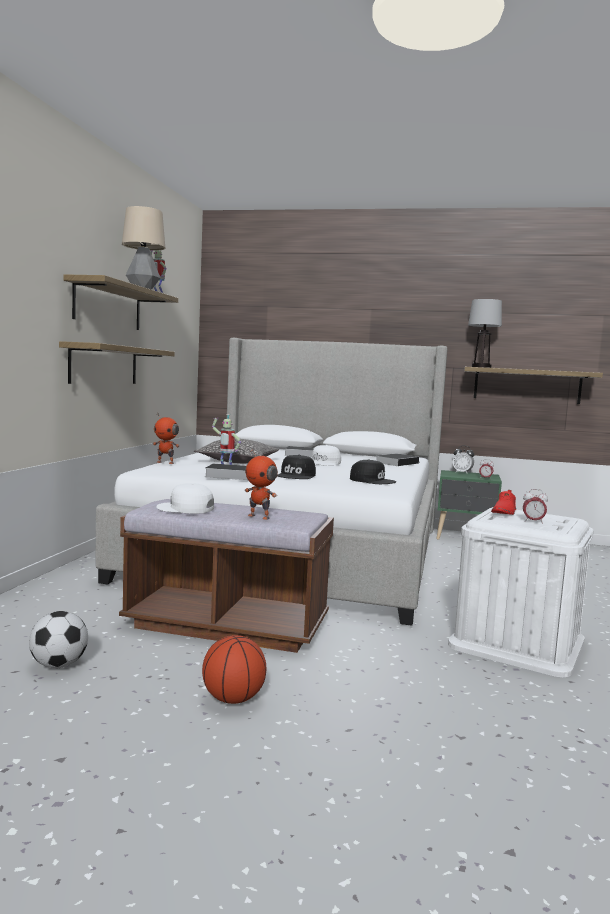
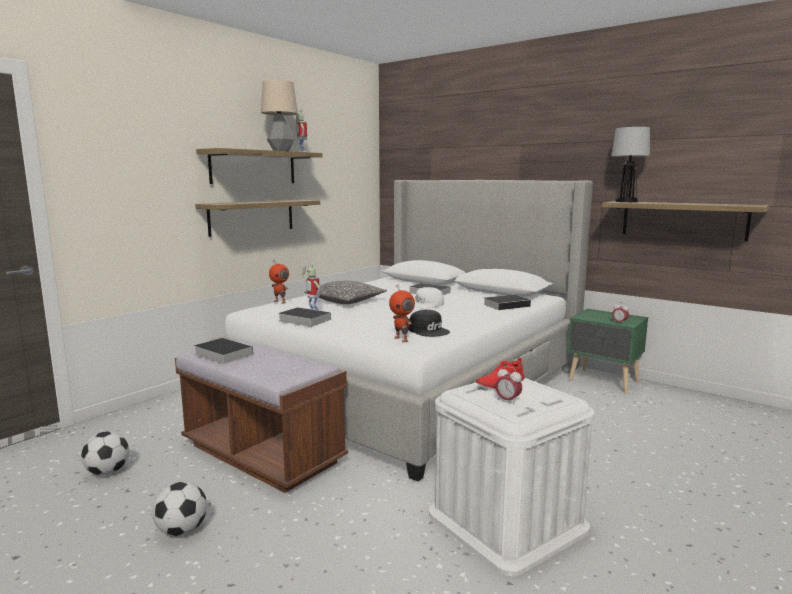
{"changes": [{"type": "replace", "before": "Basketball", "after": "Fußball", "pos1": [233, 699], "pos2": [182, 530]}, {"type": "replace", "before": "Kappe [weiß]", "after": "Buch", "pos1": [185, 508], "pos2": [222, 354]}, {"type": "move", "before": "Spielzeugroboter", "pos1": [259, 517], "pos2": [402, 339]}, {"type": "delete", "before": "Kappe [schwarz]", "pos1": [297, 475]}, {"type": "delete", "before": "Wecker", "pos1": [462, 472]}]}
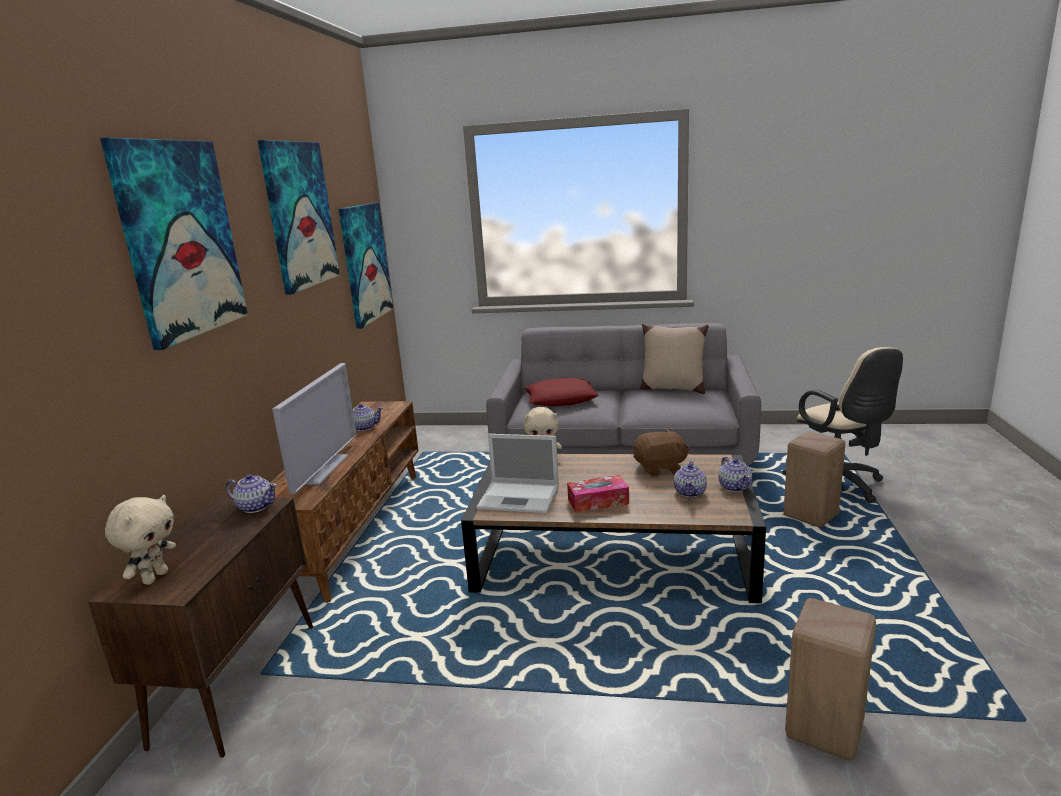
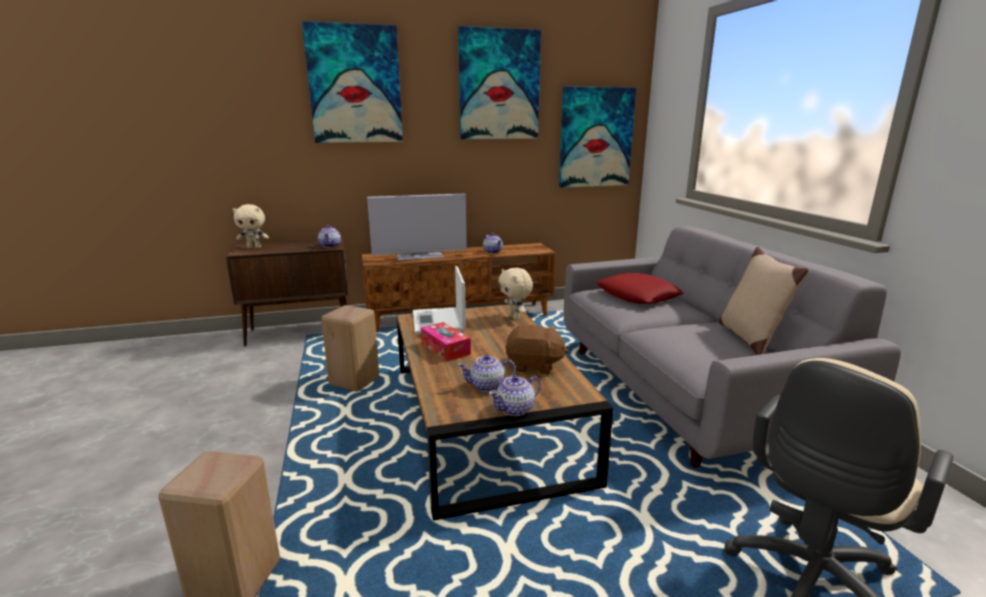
{"changes": [{"type": "move", "before": "Hocker [beige]", "pos1": [810, 514], "pos2": [356, 381]}, {"type": "rotate", "before": "Plüschtier [braun]", "pos1": [660, 468], "pos2": [534, 366], "turn": -45}]}
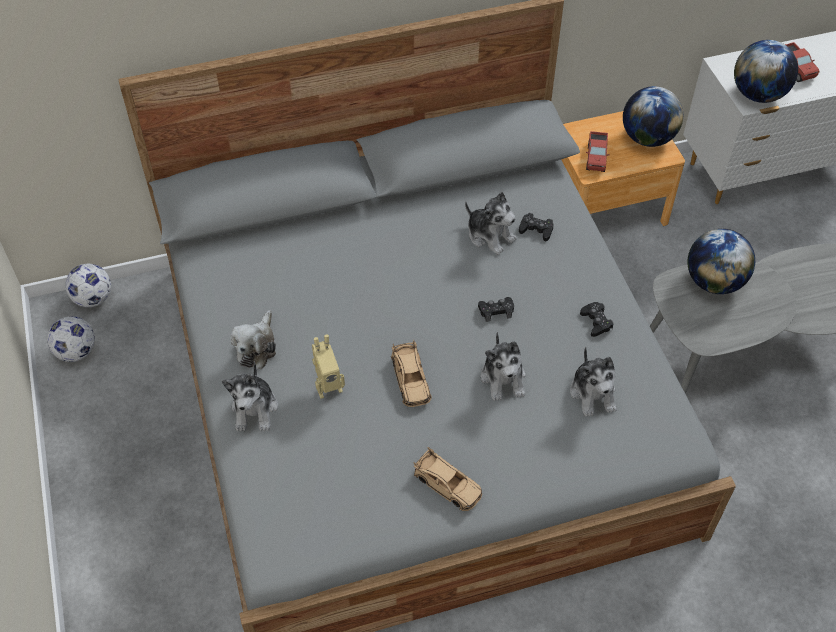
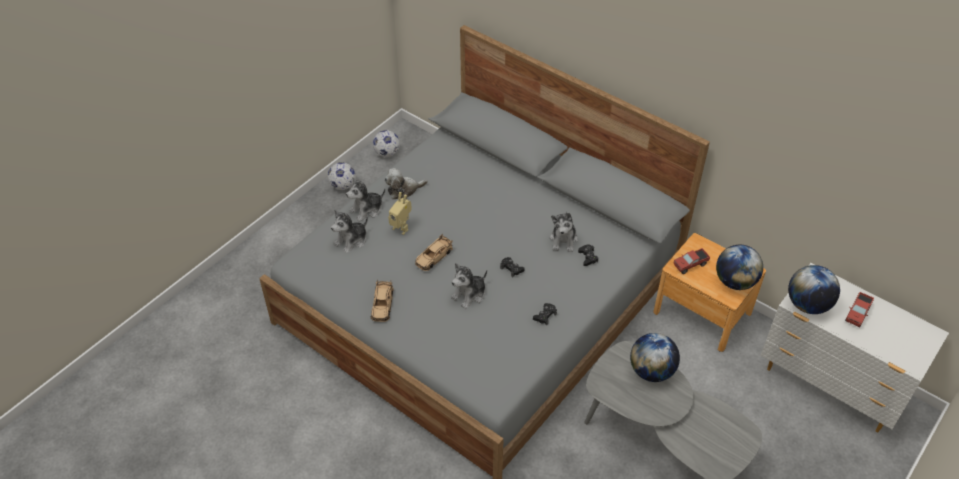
{"changes": [{"type": "move", "before": "Fußball", "pos1": [93, 298], "pos2": [343, 186]}, {"type": "move", "before": "Plüschtier", "pos1": [593, 393], "pos2": [351, 241]}]}
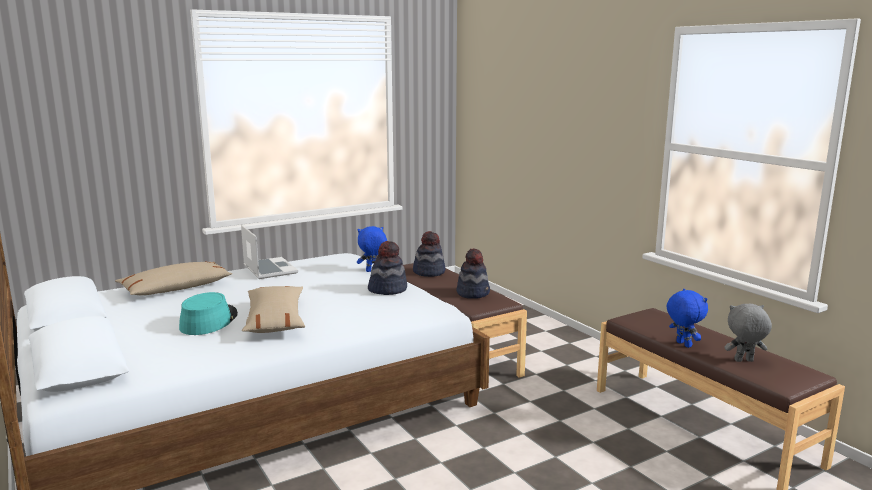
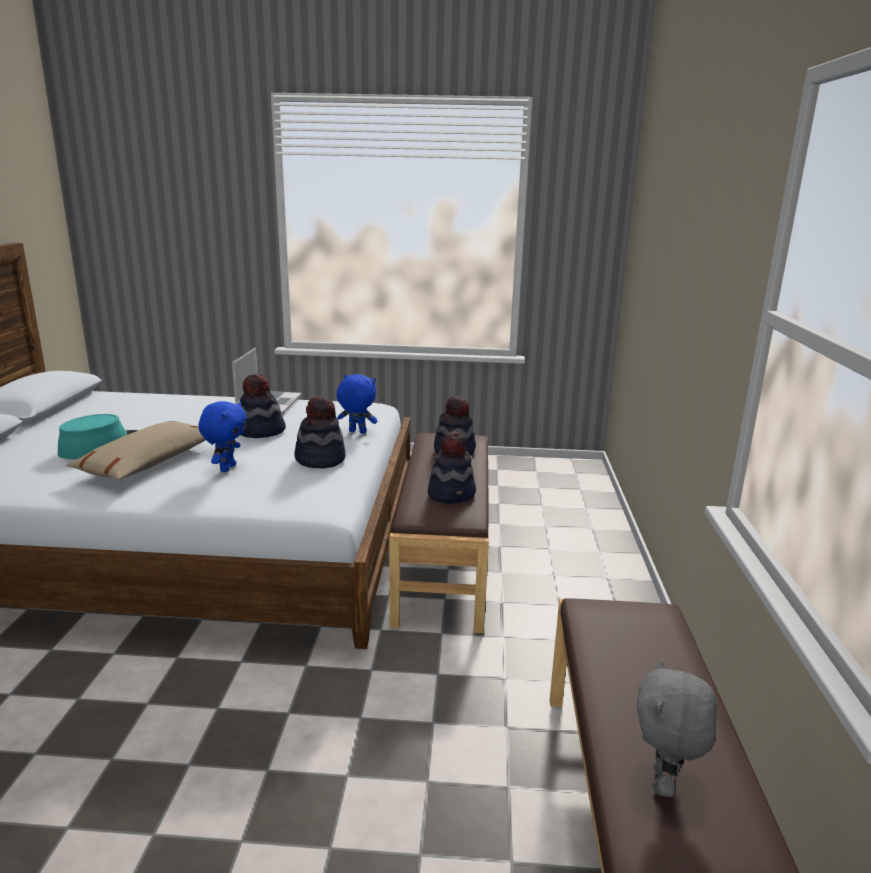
{"changes": [{"type": "move", "before": "Plüschtier [blau]", "pos1": [682, 344], "pos2": [227, 468]}, {"type": "insert", "after": "Hut", "pos2": [261, 432]}, {"type": "rotate", "before": "Plüschtier [grau]", "pos1": [744, 361], "pos2": [664, 783], "turn": -105}, {"type": "delete", "before": "Kissen [beige]", "pos1": [176, 288]}]}
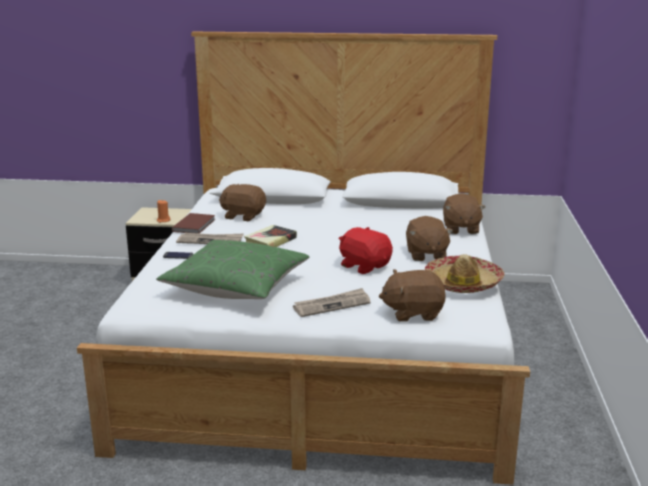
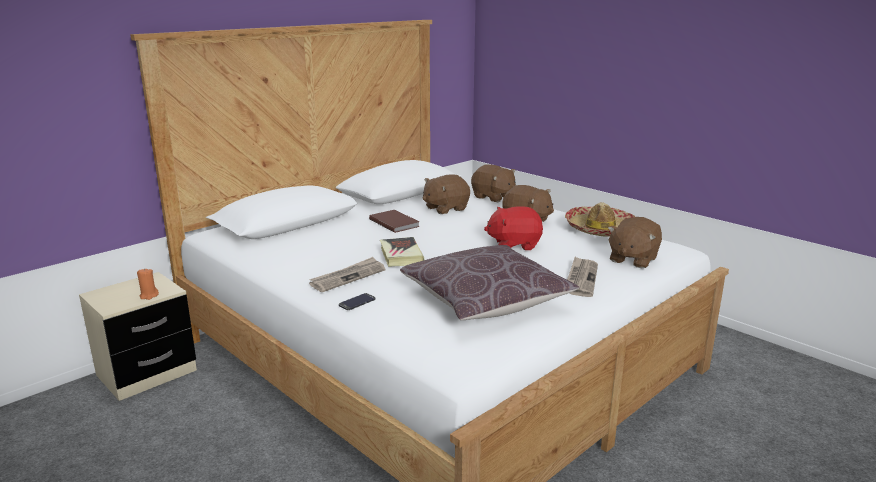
{"changes": [{"type": "move", "before": "Buch [braun]", "pos1": [195, 225], "pos2": [394, 223]}, {"type": "recolor", "before": "Kissen [grün]", "after": "Kissen [braun]", "pos1": [236, 286], "pos2": [486, 300]}, {"type": "move", "before": "Plüschtier [braun]", "pos1": [243, 216], "pos2": [445, 208]}]}
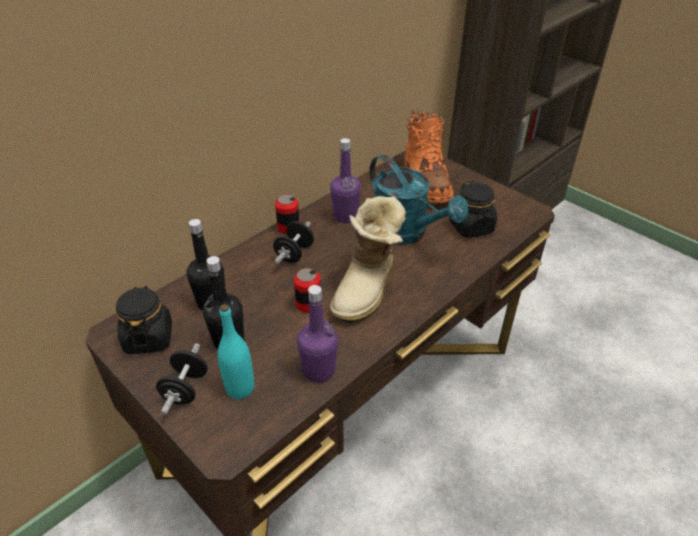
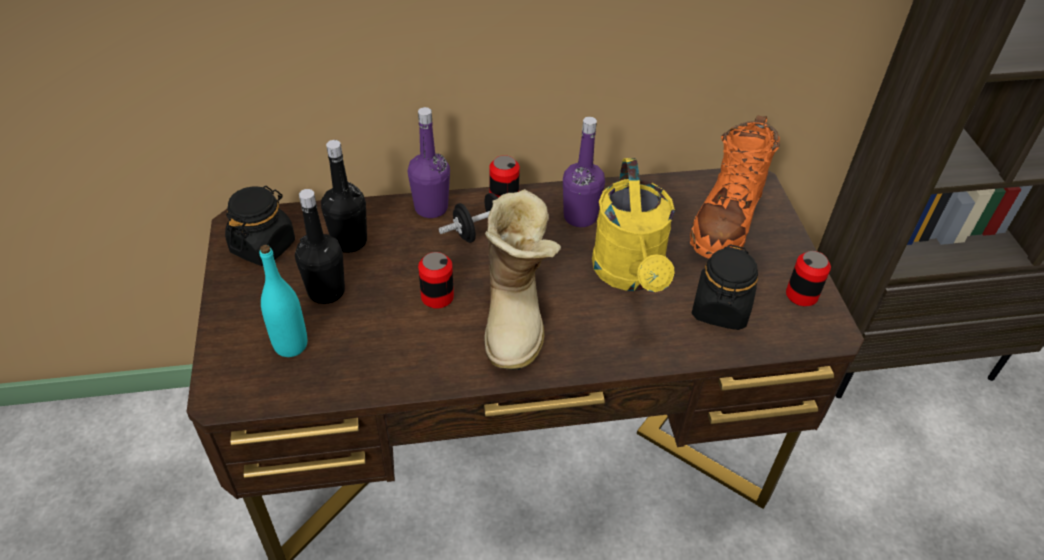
{"changes": [{"type": "move", "before": "Flasche [lila]", "pos1": [319, 371], "pos2": [431, 208]}, {"type": "rotate", "before": "Stiefel", "pos1": [368, 288], "pos2": [517, 315], "turn": -60}, {"type": "recolor", "before": "Gießkanne [türkis]", "after": "Gießkanne [gelb]", "pos1": [407, 233], "pos2": [631, 275]}, {"type": "insert", "after": "Dose", "pos2": [801, 295]}, {"type": "delete", "before": "Hantel [schwarz]", "pos1": [186, 389]}]}
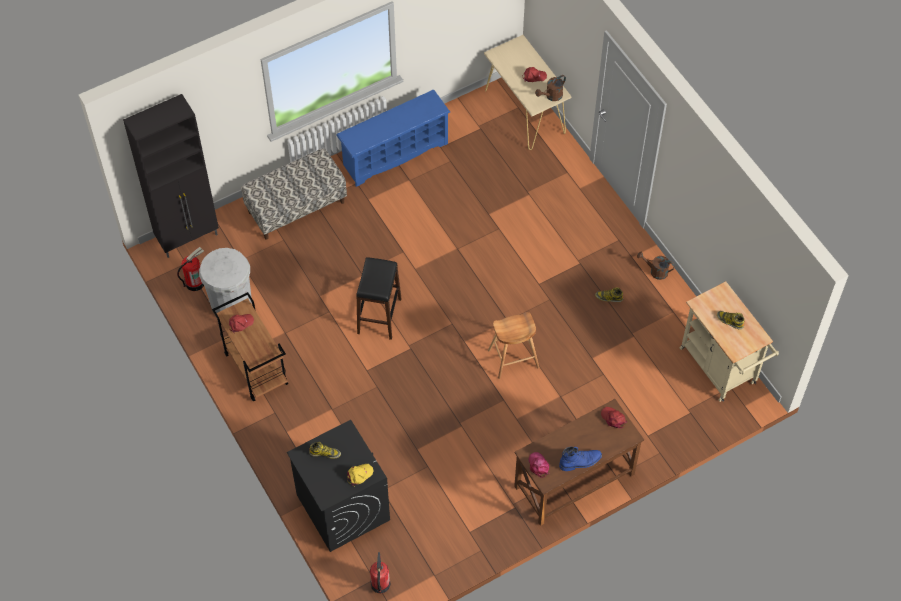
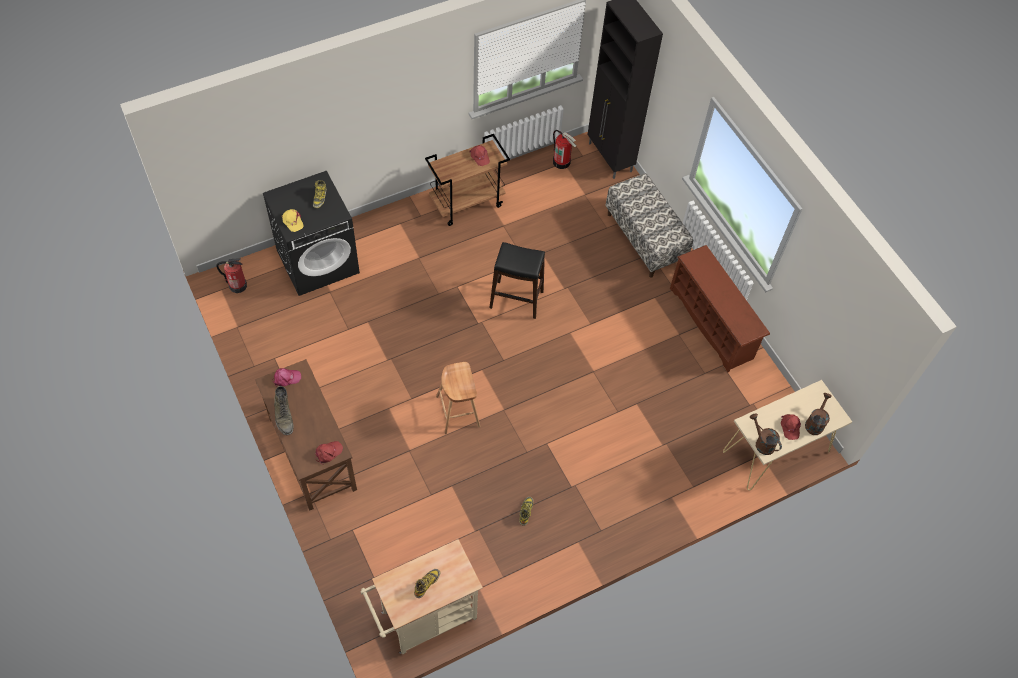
{"changes": [{"type": "recolor", "before": "Stiefel [blau]", "after": "Stiefel [grün]", "pos1": [580, 461], "pos2": [284, 416]}, {"type": "recolor", "before": "Schuhregal [blau]", "after": "Schuhregal [braun]", "pos1": [395, 153], "pos2": [712, 323]}, {"type": "move", "before": "Gießkanne [braun]", "pos1": [655, 271], "pos2": [815, 422]}, {"type": "delete", "before": "Mülleimer [weiß]", "pos1": [231, 303]}]}
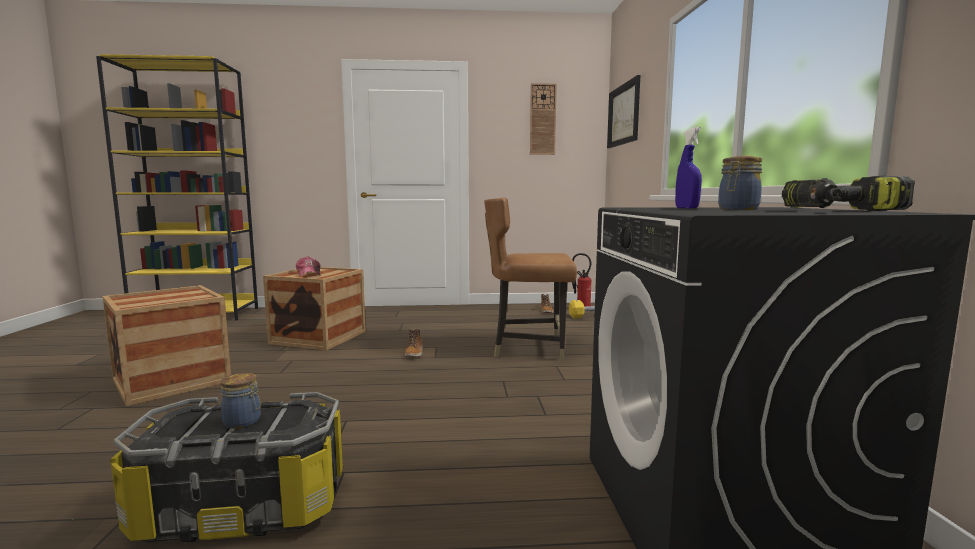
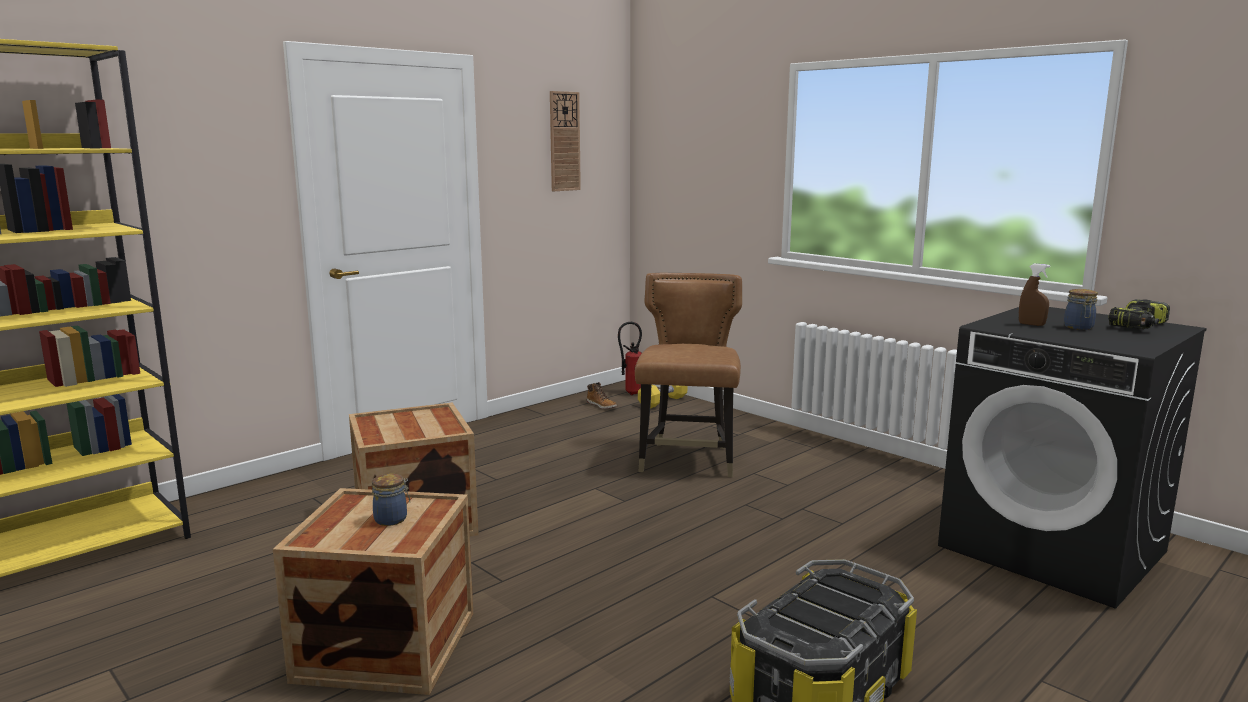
{"changes": [{"type": "move", "before": "Vorratsglas", "pos1": [243, 422], "pos2": [392, 519]}, {"type": "rotate", "before": "Stuhl [braun]", "pos1": [528, 348], "pos2": [688, 460], "turn": 135}, {"type": "recolor", "before": "Sprühflasche [blau]", "after": "Sprühflasche [braun]", "pos1": [686, 208], "pos2": [1031, 324]}, {"type": "delete", "before": "Kappe", "pos1": [309, 273]}, {"type": "delete", "before": "Stiefel", "pos1": [414, 353]}, {"type": "delete", "before": "Bild", "pos1": [623, 115]}]}
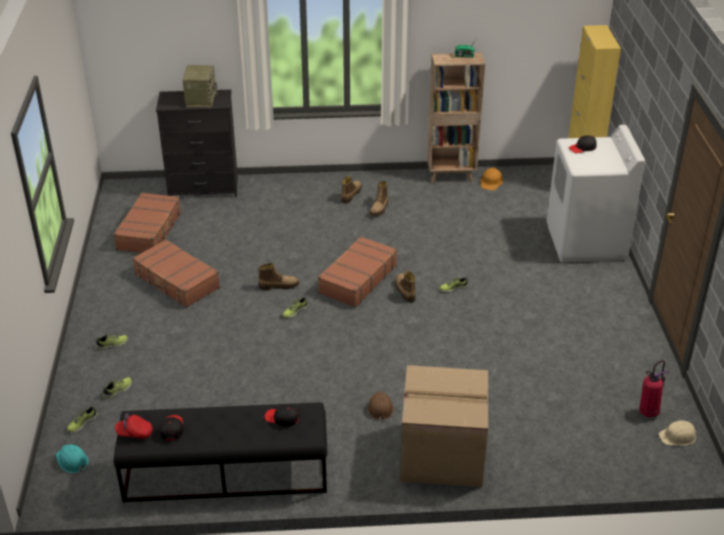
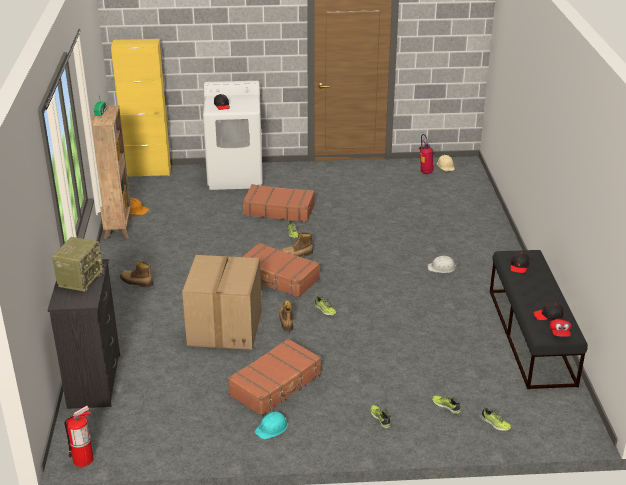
{"changes": [{"type": "rotate", "before": "Radio", "pos1": [200, 99], "pos2": [80, 278], "turn": 105}, {"type": "insert", "after": "Feuerlöscher", "pos2": [83, 459]}, {"type": "move", "before": "Karton", "pos1": [441, 454], "pos2": [226, 328]}, {"type": "move", "before": "Koffer [braun]", "pos1": [150, 231], "pos2": [279, 210]}, {"type": "move", "before": "Schutzhelm [türkis]", "pos1": [72, 461], "pos2": [272, 428]}, {"type": "recolor", "before": "Schutzhelm [braun]", "after": "Schutzhelm [weiß]", "pos1": [380, 408], "pos2": [441, 268]}, {"type": "delete", "before": "Stiefel", "pos1": [379, 209]}]}
